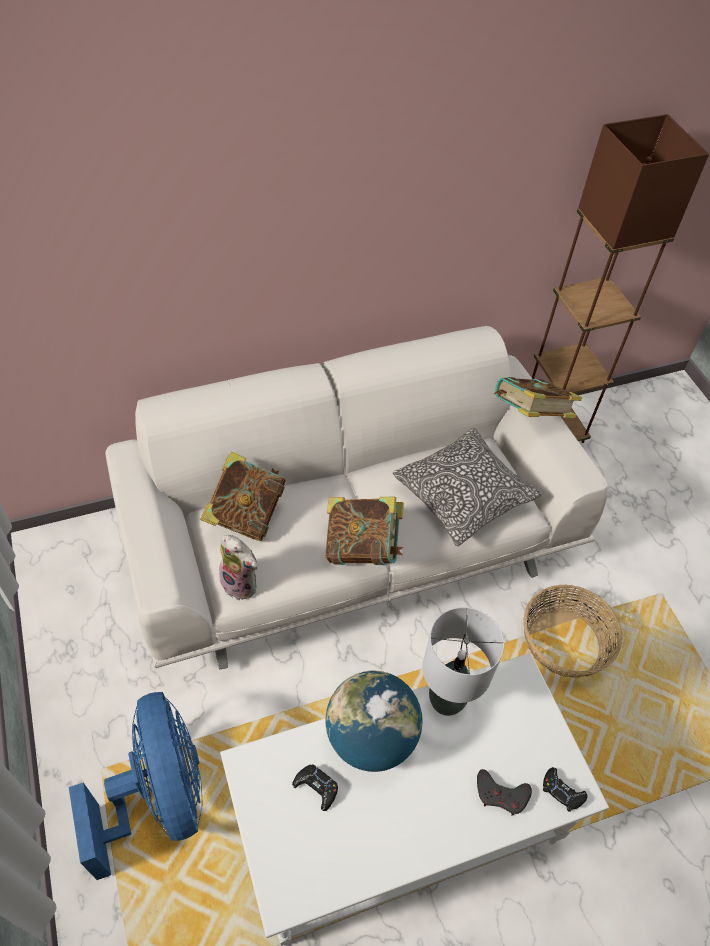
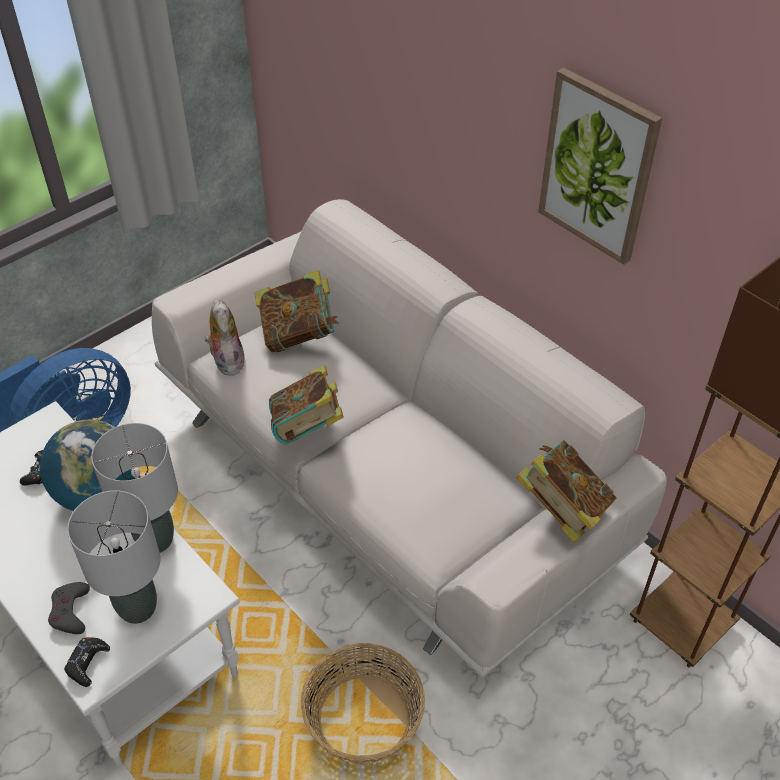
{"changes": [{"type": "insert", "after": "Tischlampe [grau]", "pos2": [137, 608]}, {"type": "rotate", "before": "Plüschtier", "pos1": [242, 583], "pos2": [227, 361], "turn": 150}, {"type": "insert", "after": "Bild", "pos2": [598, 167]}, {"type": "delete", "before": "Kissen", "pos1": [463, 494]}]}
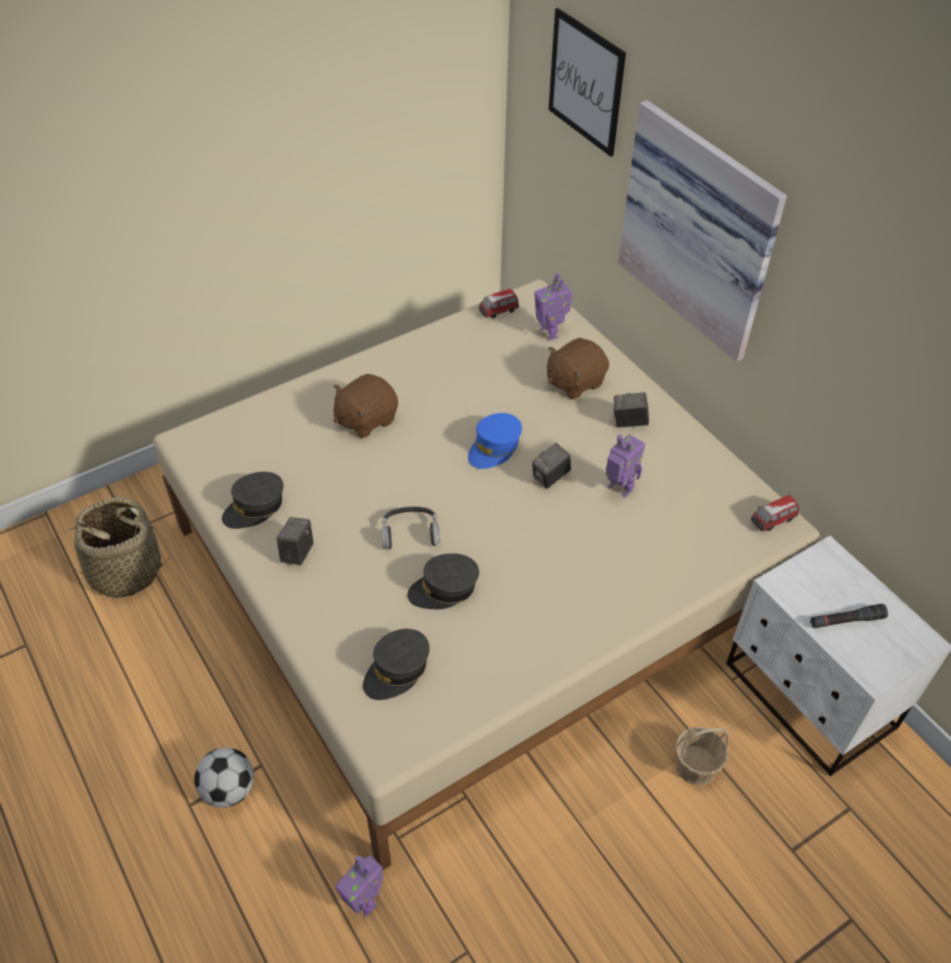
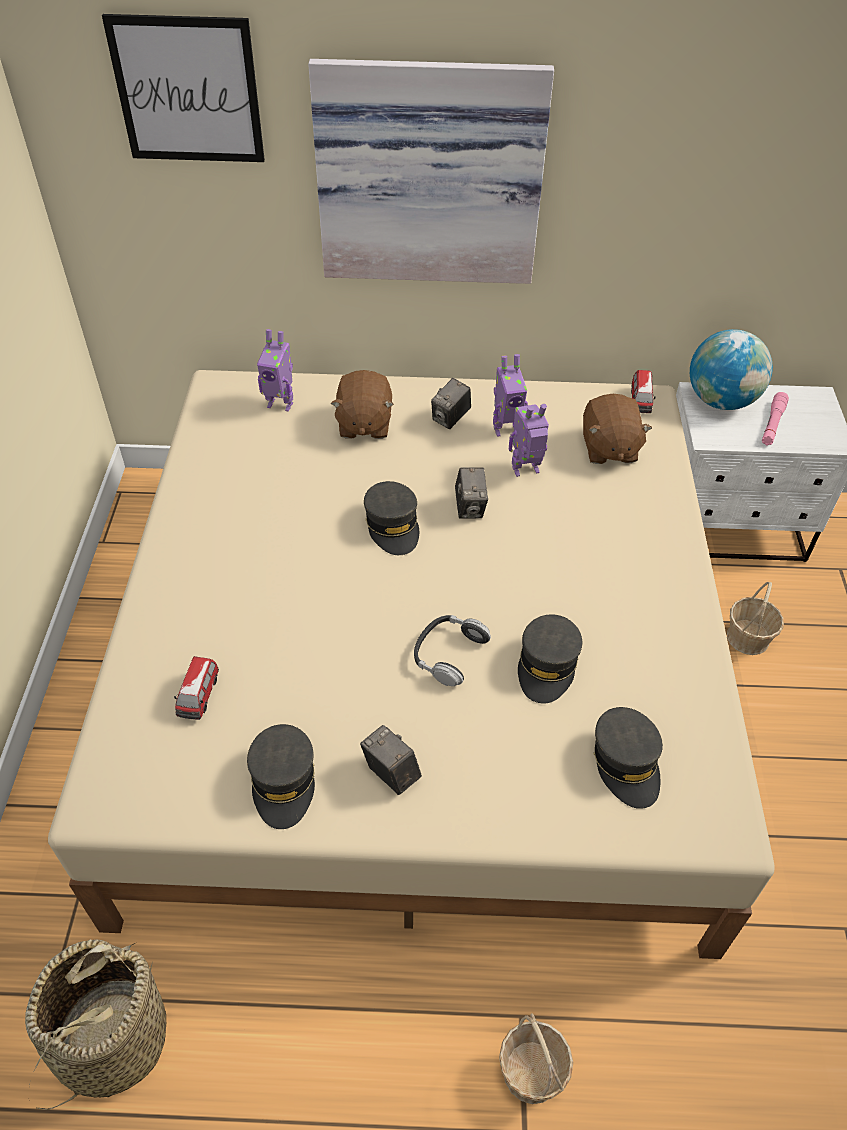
{"changes": [{"type": "move", "before": "Spielzeugauto", "pos1": [498, 311], "pos2": [199, 696]}, {"type": "recolor", "before": "Kappe [blau]", "after": "Kappe [grau]", "pos1": [494, 448], "pos2": [393, 526]}, {"type": "move", "before": "Spielzeugroboter", "pos1": [364, 902], "pos2": [505, 429]}, {"type": "replace", "before": "Fußball", "after": "Korb", "pos1": [228, 790], "pos2": [531, 1072]}, {"type": "move", "before": "Plüschtier [braun]", "pos1": [366, 419], "pos2": [608, 448]}, {"type": "insert", "after": "Globus", "pos2": [721, 401]}, {"type": "recolor", "before": "Taschenlampe [schwarz]", "after": "Taschenlampe [rosa]", "pos1": [846, 621], "pos2": [772, 424]}]}
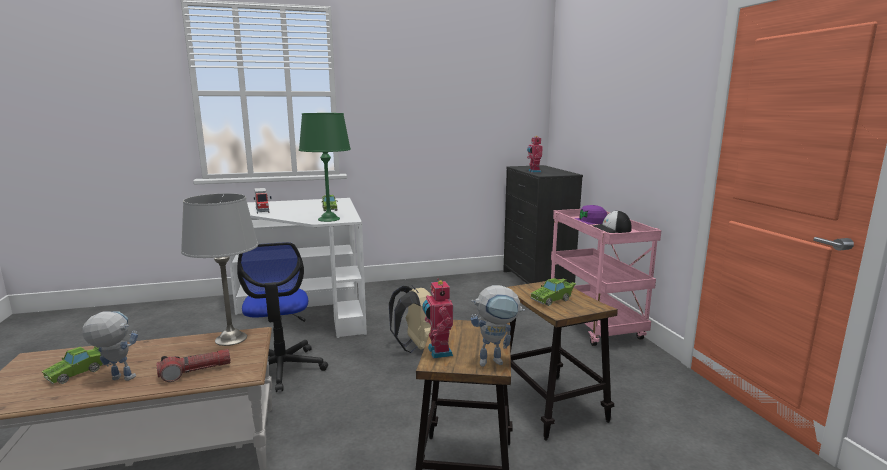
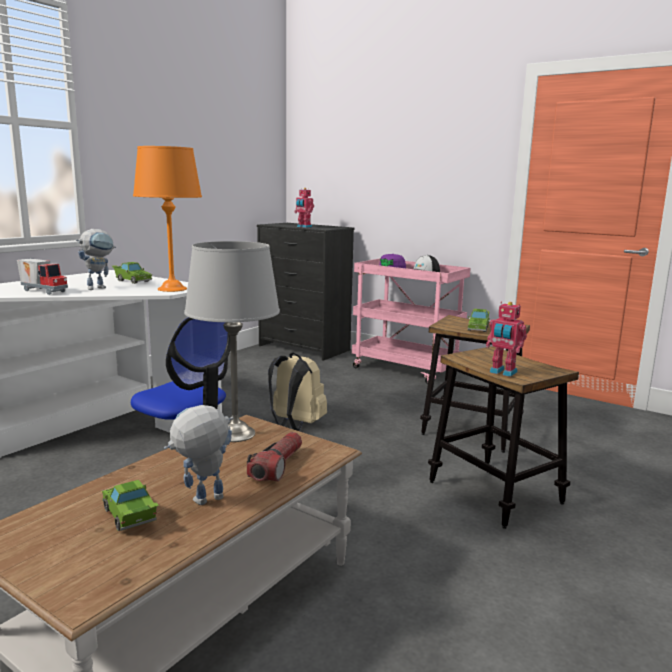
{"changes": [{"type": "move", "before": "Spielzeugroboter", "pos1": [496, 361], "pos2": [100, 287]}, {"type": "rotate", "before": "Spielzeugauto [grün]", "pos1": [79, 372], "pos2": [130, 517], "turn": 150}, {"type": "recolor", "before": "Tischlampe [grün]", "after": "Tischlampe [orange]", "pos1": [328, 219], "pos2": [171, 289]}]}
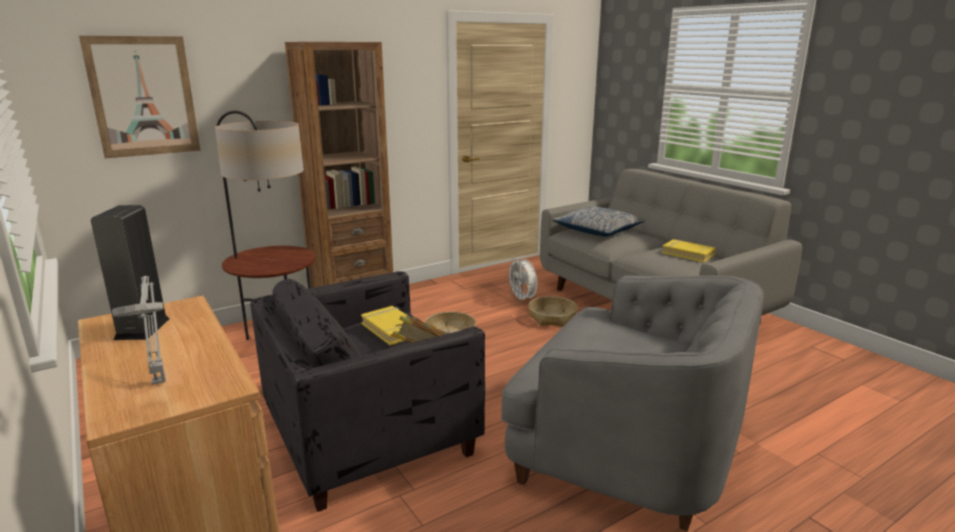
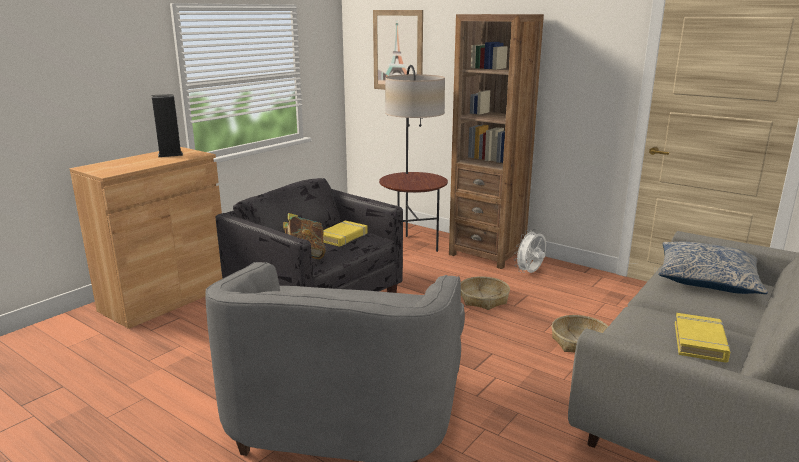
{"changes": [{"type": "move", "before": "Ventilator [weiß]", "pos1": [522, 300], "pos2": [530, 273]}, {"type": "delete", "before": "Tischlampe [grau]", "pos1": [159, 380]}]}
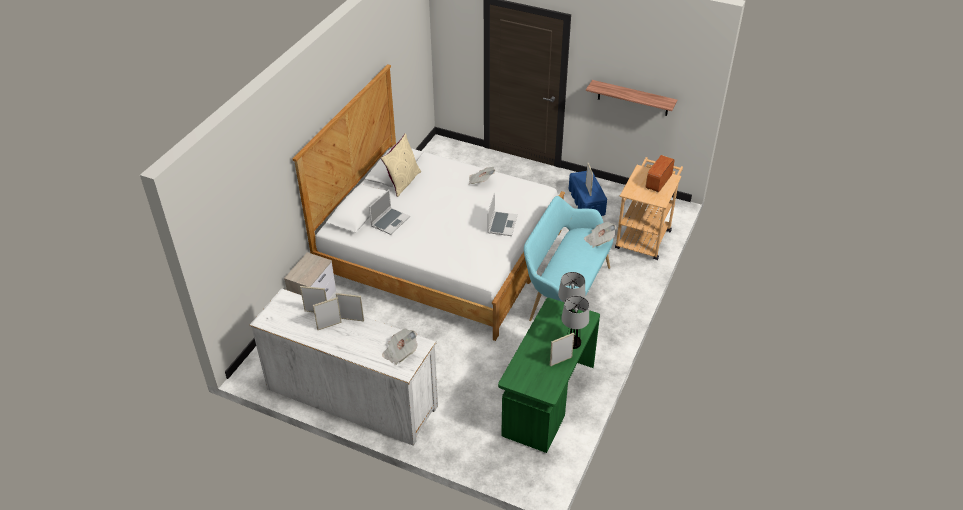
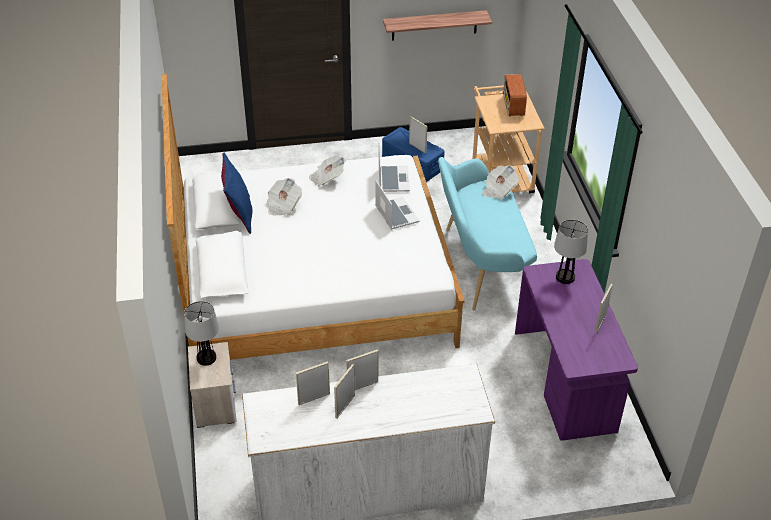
{"changes": [{"type": "move", "before": "Tischlampe", "pos1": [573, 343], "pos2": [207, 358]}, {"type": "recolor", "before": "Kissen [beige]", "after": "Kissen [blau]", "pos1": [402, 182], "pos2": [239, 215]}, {"type": "move", "before": "Zeitung", "pos1": [400, 353], "pos2": [283, 205]}, {"type": "move", "before": "Laptop", "pos1": [390, 221], "pos2": [393, 179]}, {"type": "recolor", "before": "Schreibtisch [grün]", "after": "Schreibtisch [lila]", "pos1": [547, 400], "pos2": [566, 380]}]}
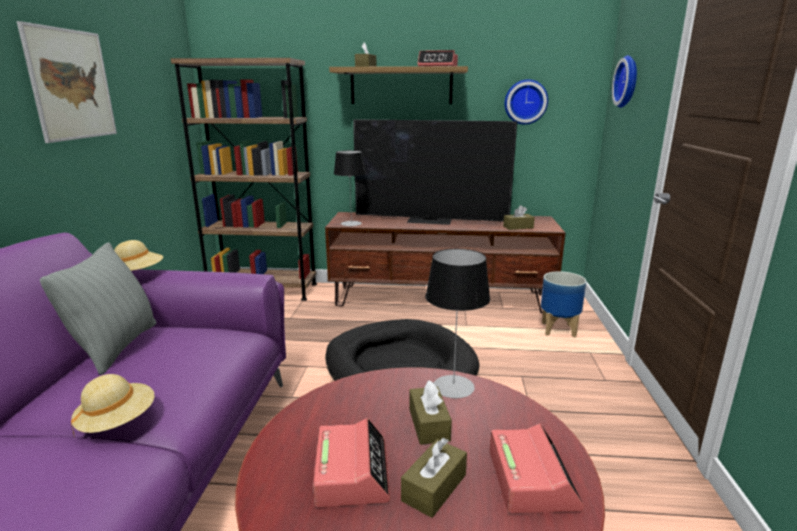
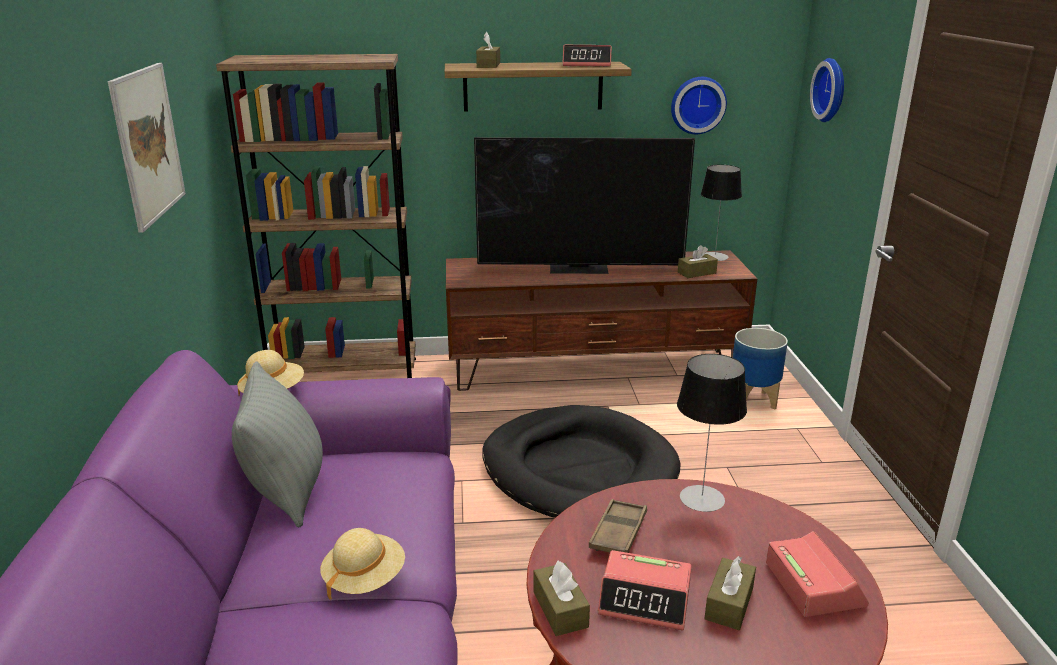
{"changes": [{"type": "move", "before": "Taschentuchbox [braun]", "pos1": [429, 424], "pos2": [560, 609]}, {"type": "insert", "after": "Tablett [braun]", "pos2": [618, 532]}, {"type": "rotate", "before": "Wecker", "pos1": [352, 473], "pos2": [645, 600], "turn": 120}, {"type": "move", "before": "Tischlampe", "pos1": [351, 223], "pos2": [715, 256]}]}
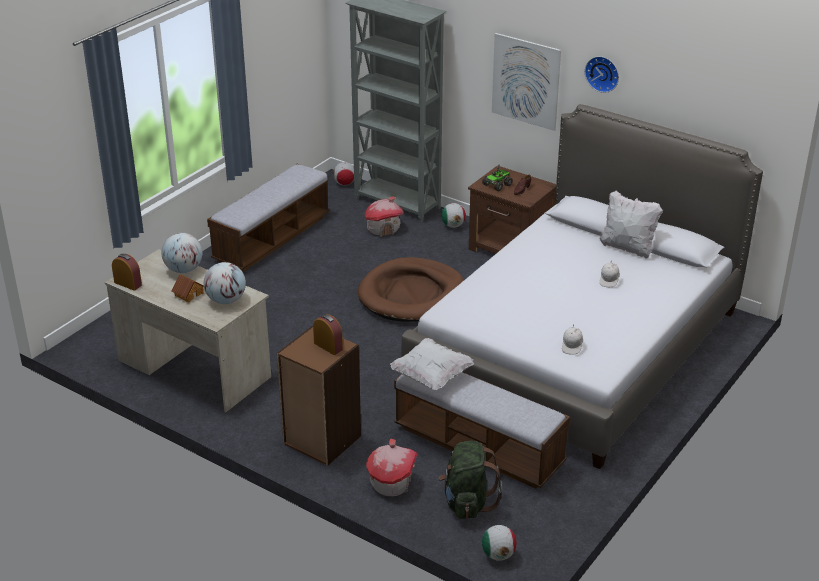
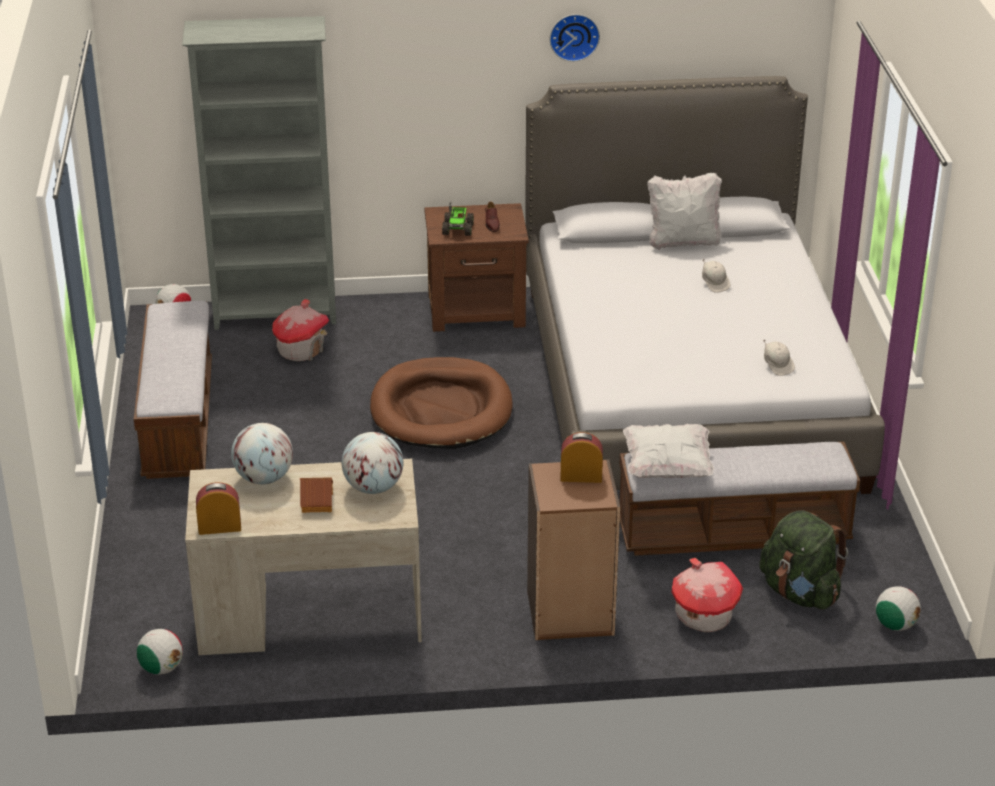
{"changes": [{"type": "move", "before": "Fußball", "pos1": [453, 226], "pos2": [161, 668]}, {"type": "delete", "before": "Bild", "pos1": [525, 81]}]}
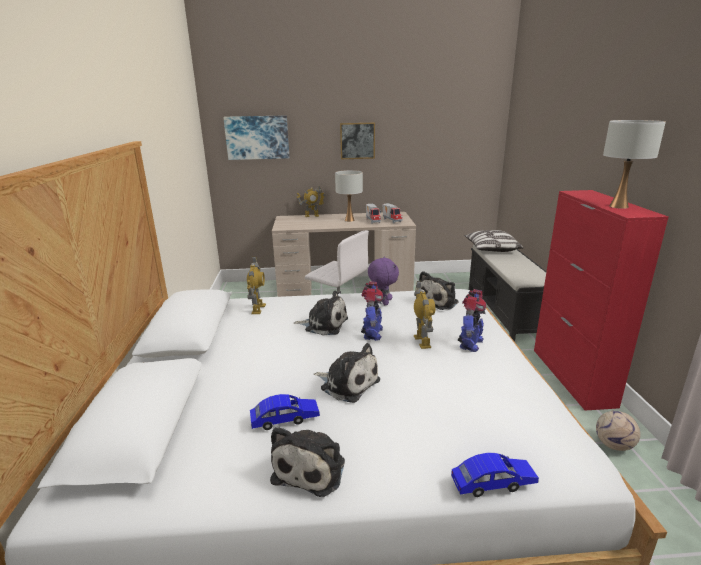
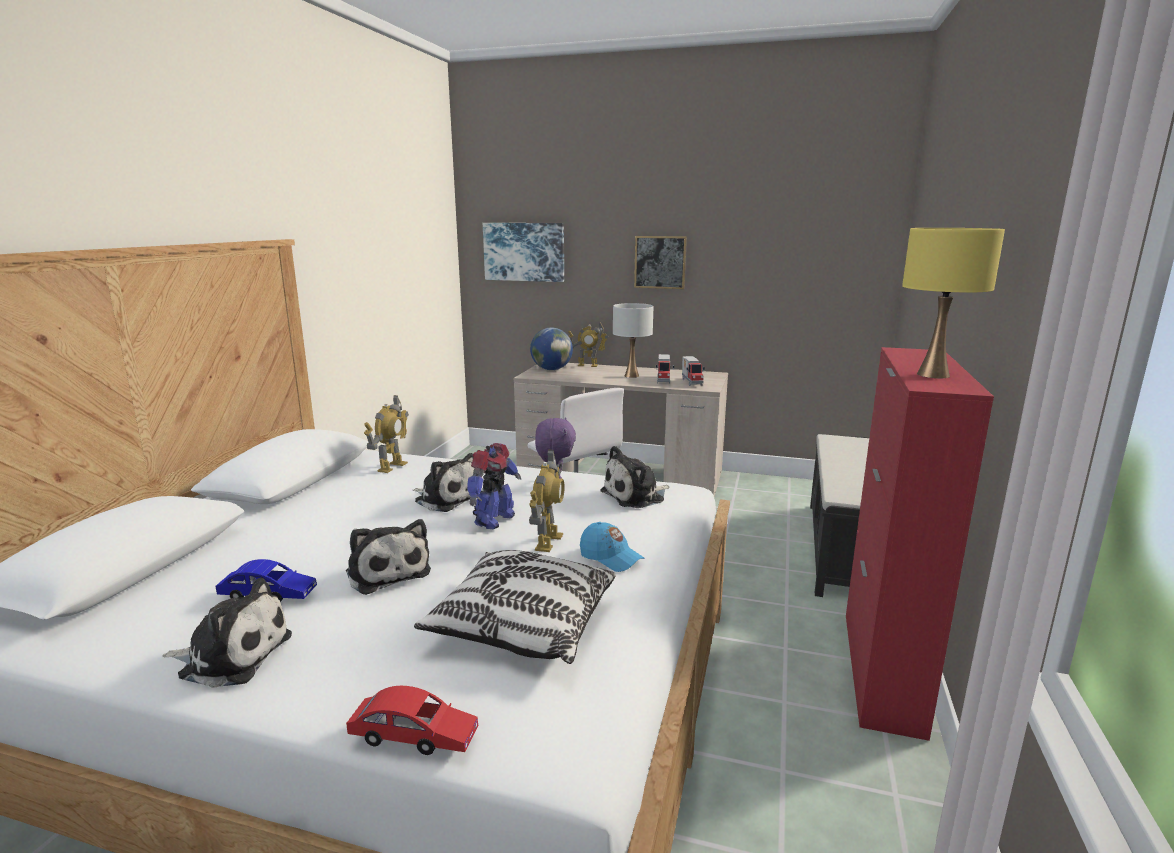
{"changes": [{"type": "rotate", "before": "Plüschtier", "pos1": [311, 468], "pos2": [232, 655], "turn": -120}, {"type": "recolor", "before": "Spielzeugauto [blau]", "after": "Spielzeugauto [rot]", "pos1": [493, 483], "pos2": [414, 736]}, {"type": "move", "before": "Kissen", "pos1": [491, 249], "pos2": [523, 626]}, {"type": "insert", "after": "Globus", "pos2": [551, 369]}, {"type": "replace", "before": "Spielzeugroboter", "after": "Kappe [blau]", "pos1": [470, 344], "pos2": [610, 558]}, {"type": "recolor", "before": "Tischlampe [weiß]", "after": "Tischlampe [gelb]", "pos1": [619, 206], "pos2": [933, 375]}, {"type": "delete", "before": "Fußball", "pos1": [614, 445]}]}
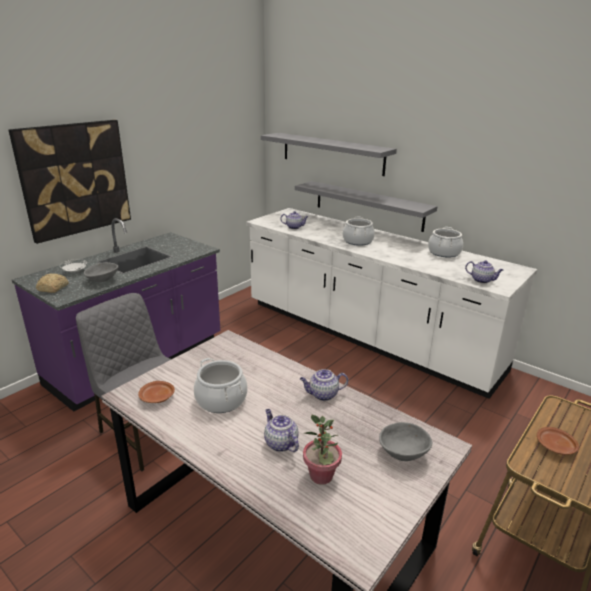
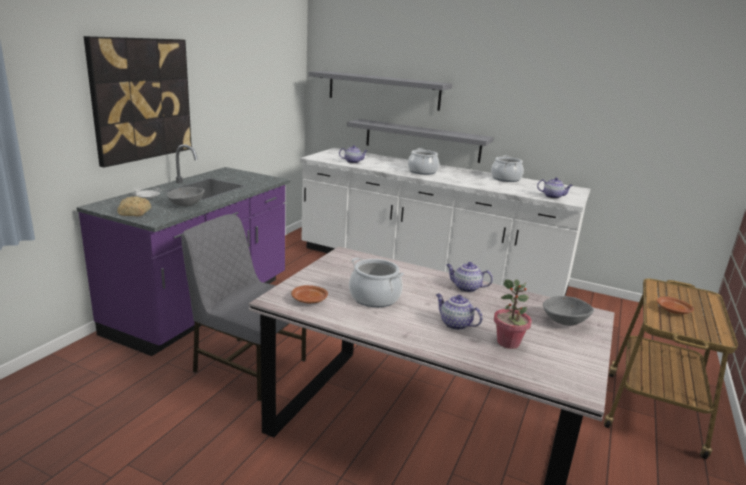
{"changes": [{"type": "rotate", "before": "Teekanne", "pos1": [322, 395], "pos2": [466, 288], "turn": 45}]}
